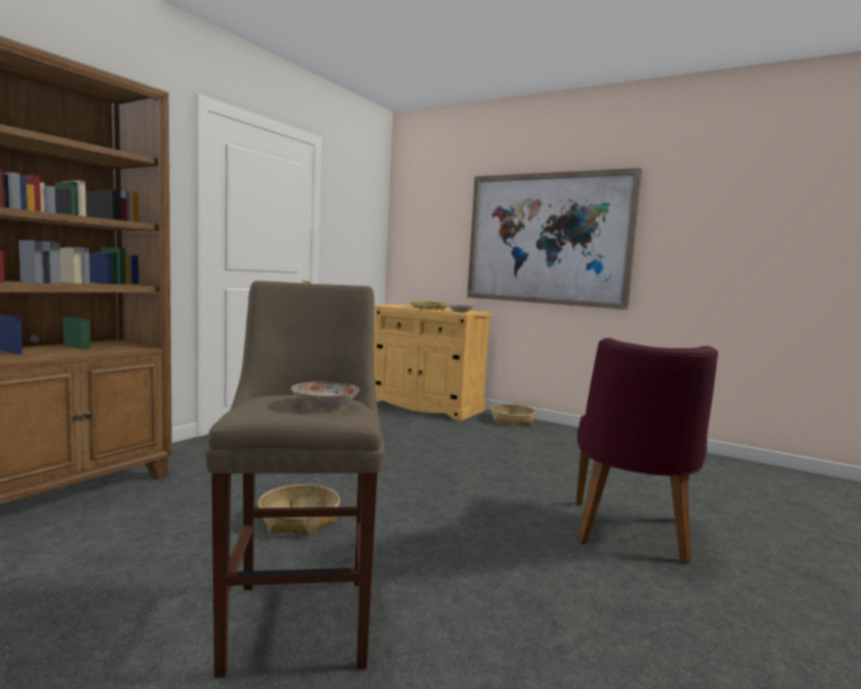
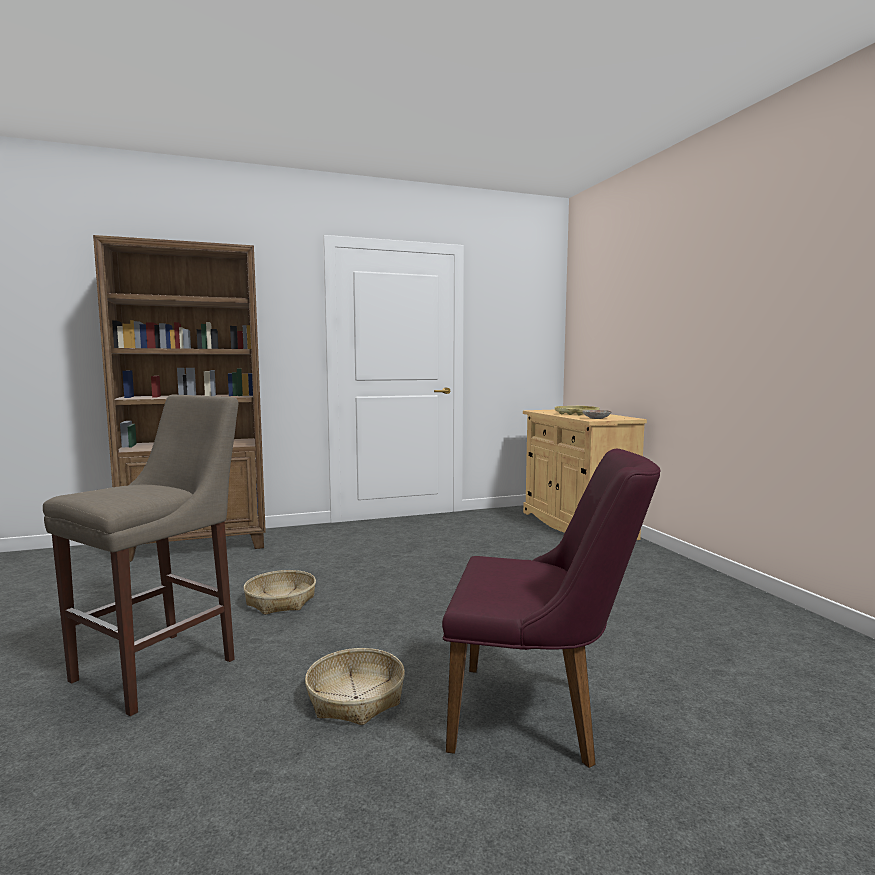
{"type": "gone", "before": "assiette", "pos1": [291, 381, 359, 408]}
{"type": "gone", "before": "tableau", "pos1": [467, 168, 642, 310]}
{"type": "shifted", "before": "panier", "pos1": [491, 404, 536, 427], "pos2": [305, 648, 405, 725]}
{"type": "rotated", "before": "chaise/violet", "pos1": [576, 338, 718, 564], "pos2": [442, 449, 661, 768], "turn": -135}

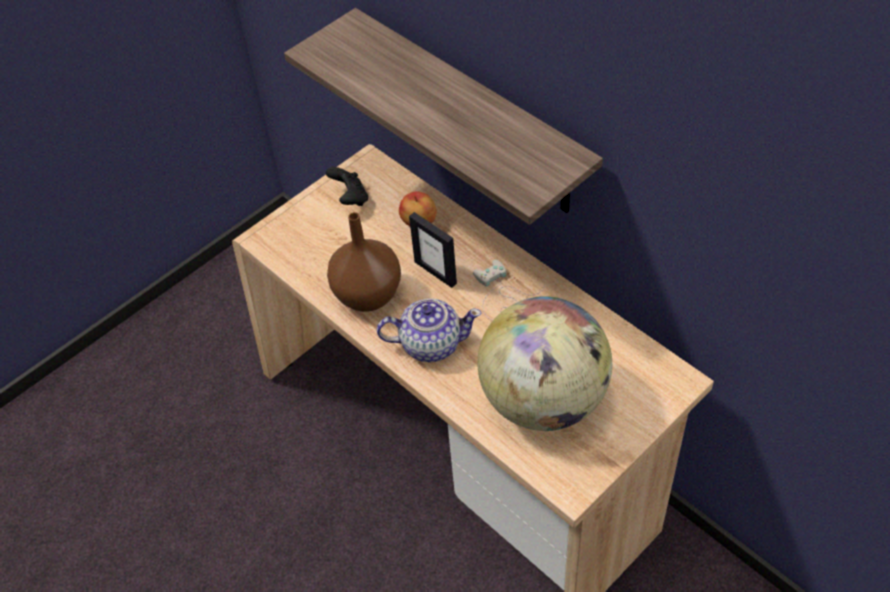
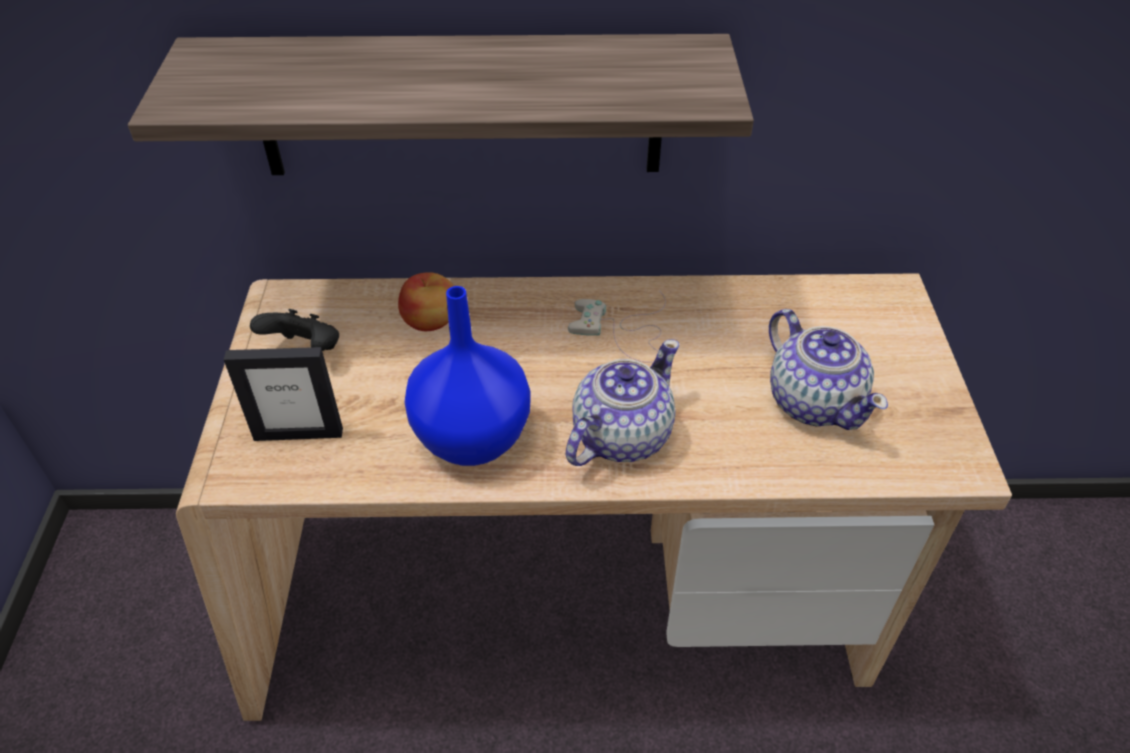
{"type": "shifted", "before": "cadre photo", "pos1": [409, 212, 457, 288], "pos2": [223, 347, 343, 441]}
{"type": "swapped", "before": "globe", "after": "théière", "pos1": [477, 296, 612, 431], "pos2": [769, 309, 888, 430]}
{"type": "repainted", "before": "vase/marron", "after": "vase/bleu", "pos1": [327, 212, 401, 312], "pos2": [405, 286, 530, 466]}

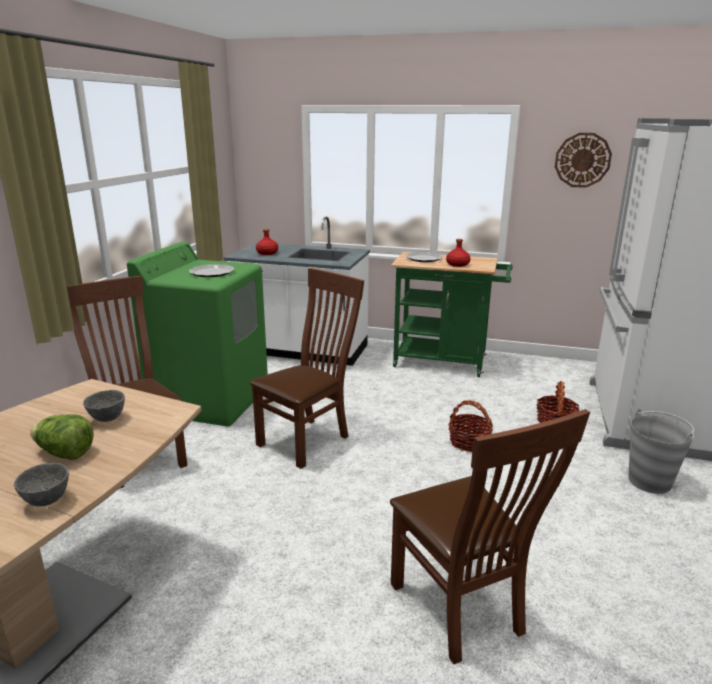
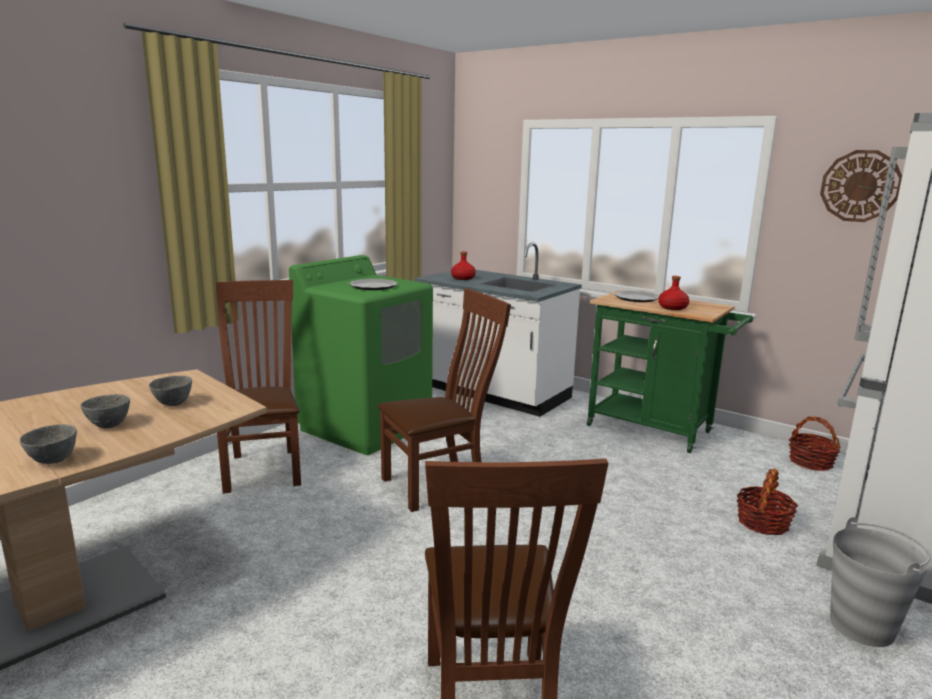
{"type": "shifted", "before": "panier", "pos1": [448, 400, 493, 452], "pos2": [789, 416, 841, 471]}
{"type": "swapped", "before": "laitue", "after": "bol/gris", "pos1": [30, 414, 94, 460], "pos2": [81, 394, 130, 428]}

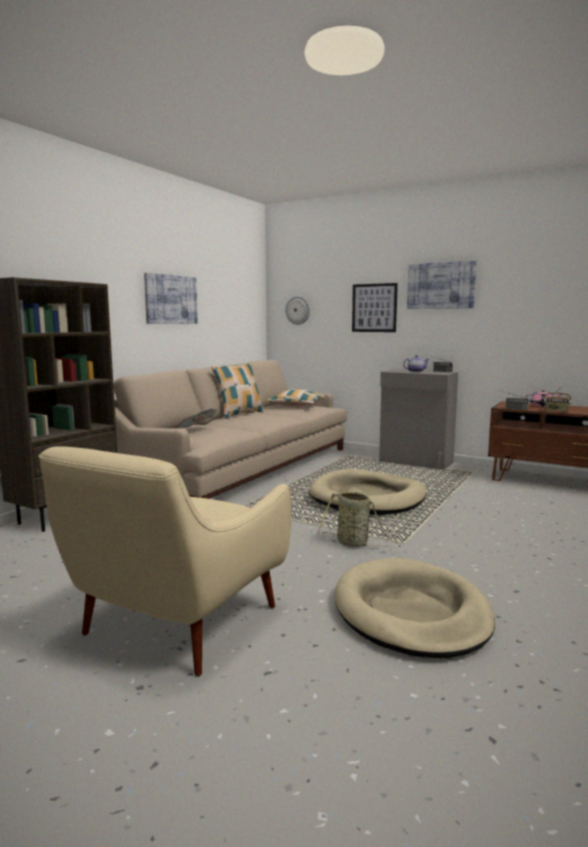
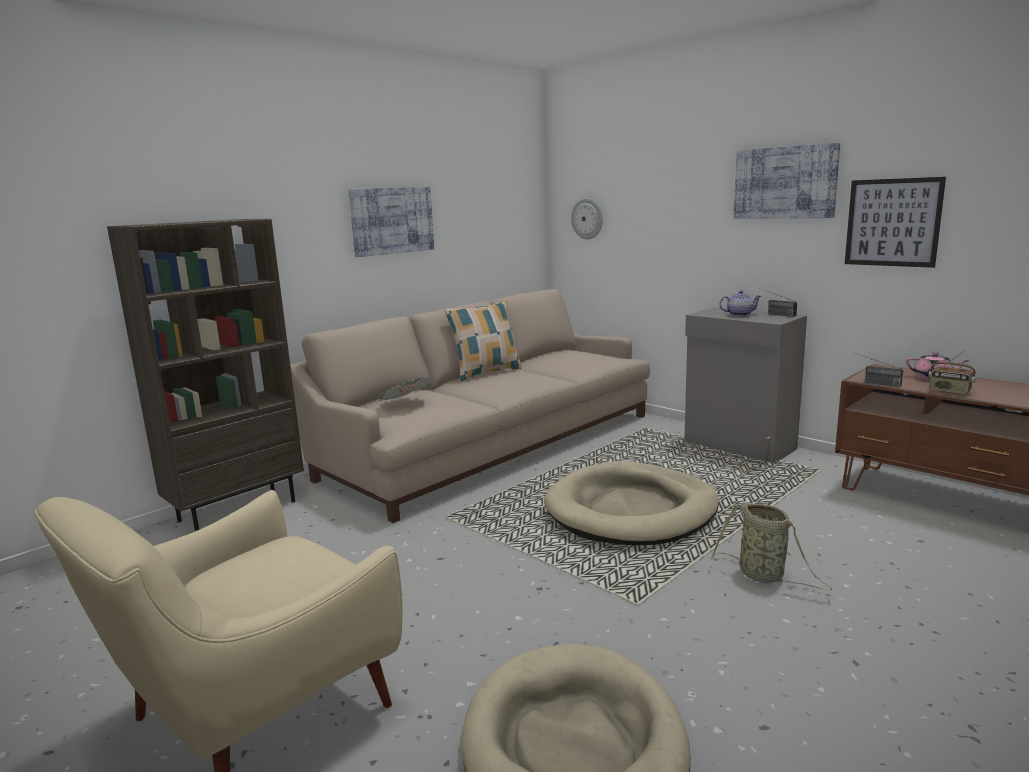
{"type": "gone", "before": "coussin", "pos1": [266, 389, 327, 407]}
{"type": "shifted", "before": "panier", "pos1": [317, 492, 400, 548], "pos2": [711, 503, 833, 590]}
{"type": "shifted", "before": "tableau", "pos1": [352, 283, 398, 332], "pos2": [845, 177, 946, 268]}

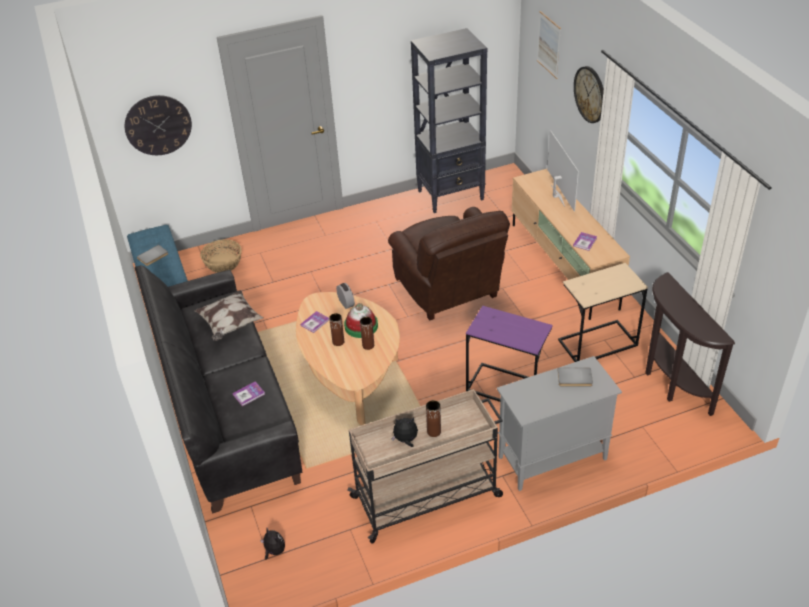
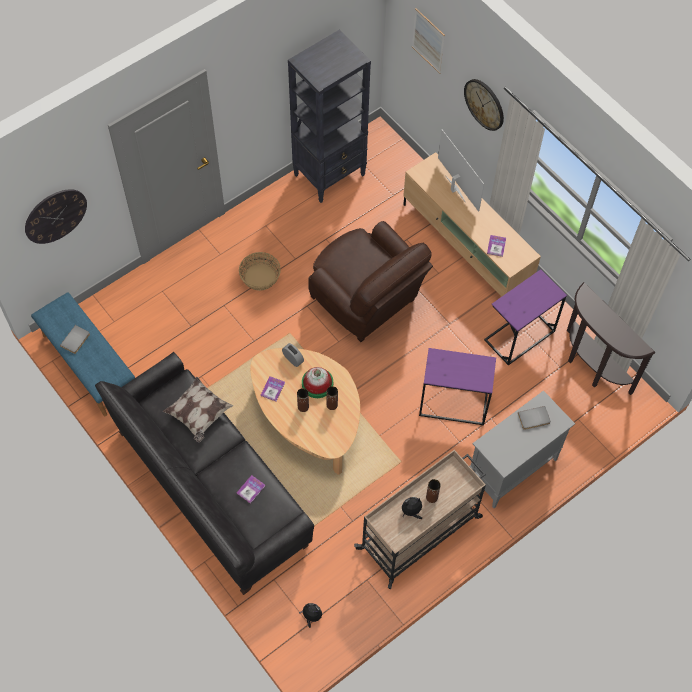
{"type": "shifted", "before": "panier", "pos1": [200, 239, 242, 273], "pos2": [239, 252, 281, 291]}
{"type": "repainted", "before": "table d'appoint/beige", "after": "table d'appoint/violet", "pos1": [558, 263, 648, 362], "pos2": [484, 269, 567, 365]}

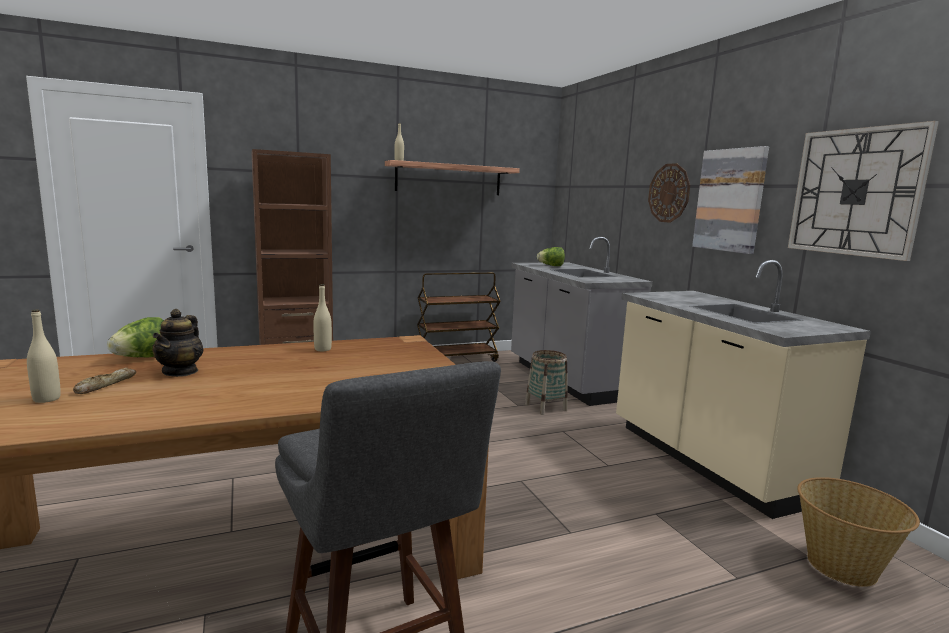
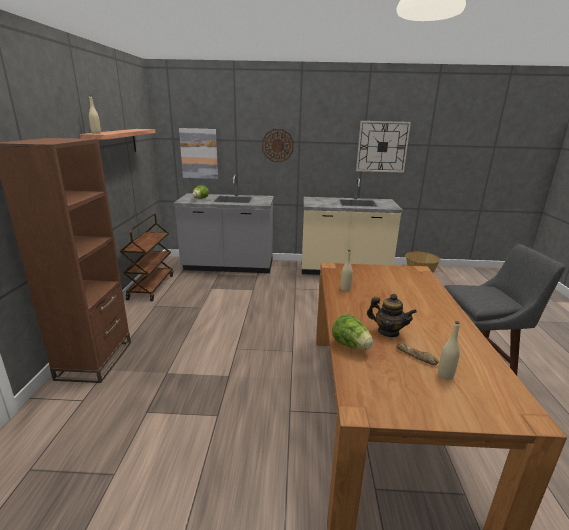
{"type": "gone", "before": "panier", "pos1": [525, 350, 568, 415]}
{"type": "shifted", "before": "tableau", "pos1": [692, 146, 769, 254], "pos2": [179, 128, 218, 179]}

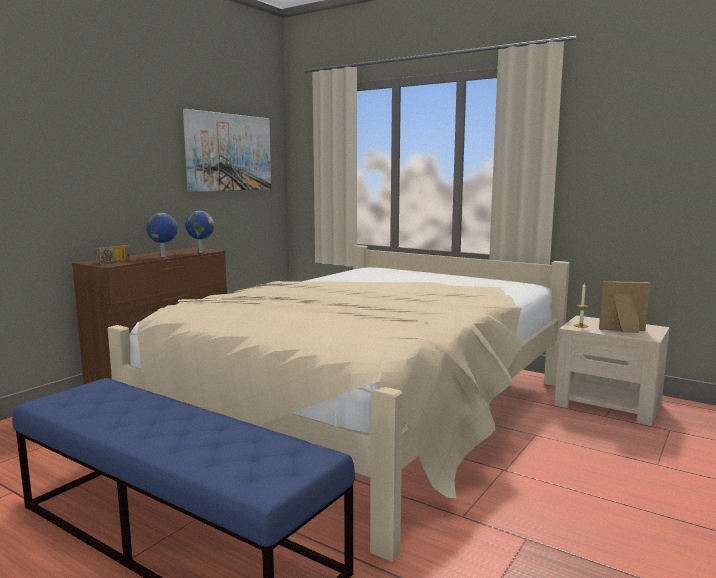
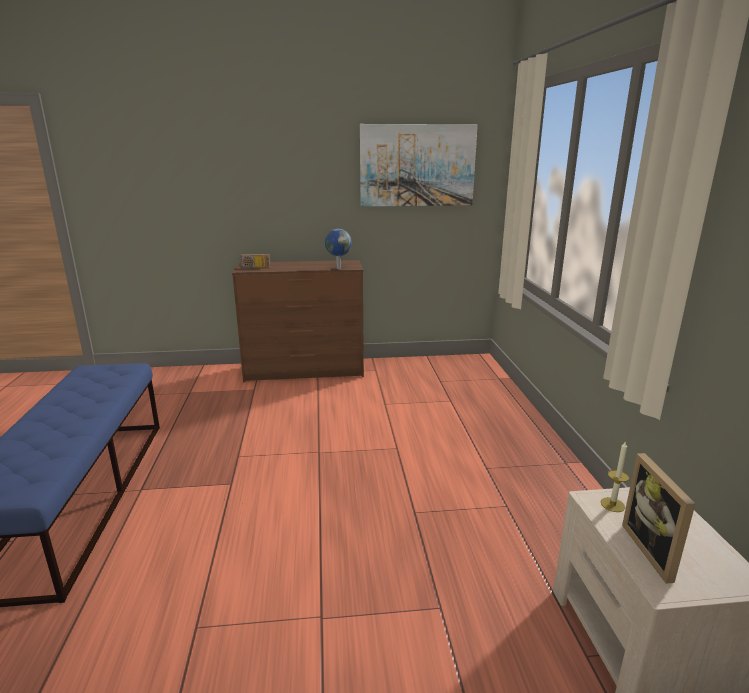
{"type": "gone", "before": "lit/beige", "pos1": [108, 245, 570, 562]}
{"type": "gone", "before": "globe", "pos1": [146, 213, 178, 257]}
{"type": "rotated", "before": "cadre photo", "pos1": [599, 281, 650, 333], "pos2": [622, 453, 696, 584], "turn": -150}

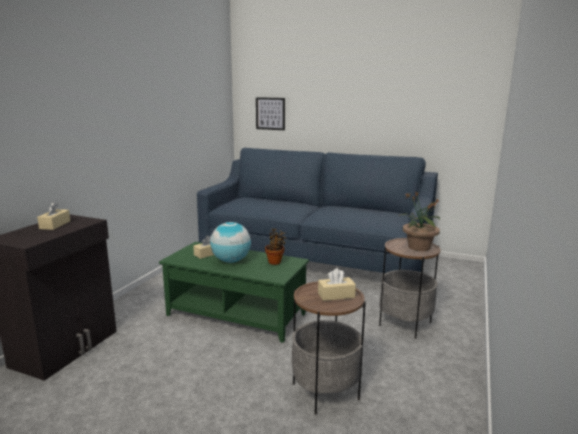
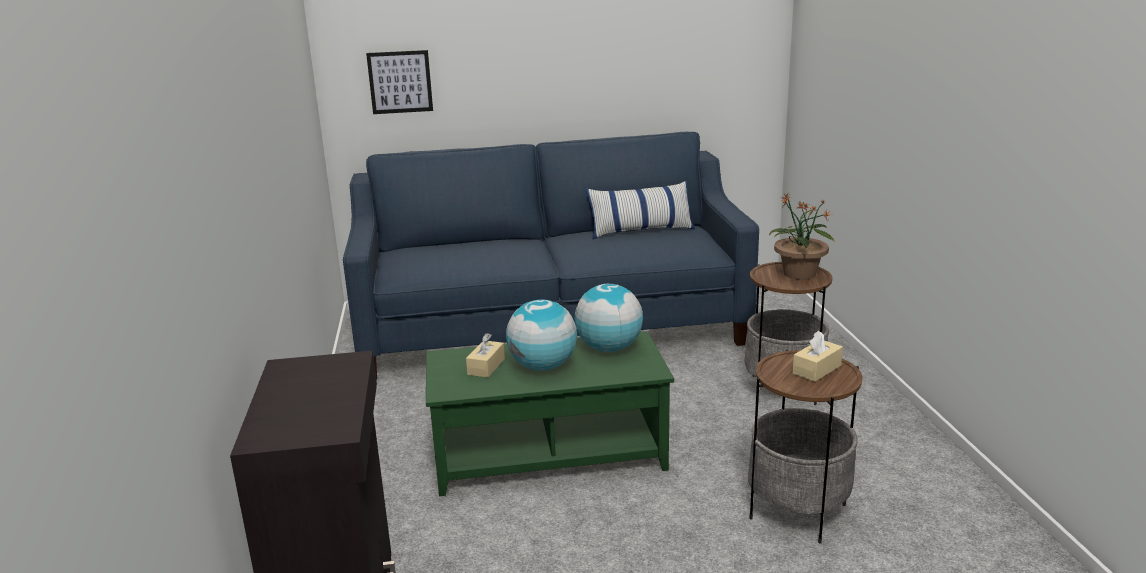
{"type": "gone", "before": "boîte à mouchoirs/beige", "pos1": [37, 201, 70, 230]}
{"type": "new", "after": "coussin", "pos2": [585, 181, 695, 239]}
{"type": "swapped", "before": "plante en pot", "after": "globe", "pos1": [265, 228, 286, 265], "pos2": [575, 284, 643, 352]}

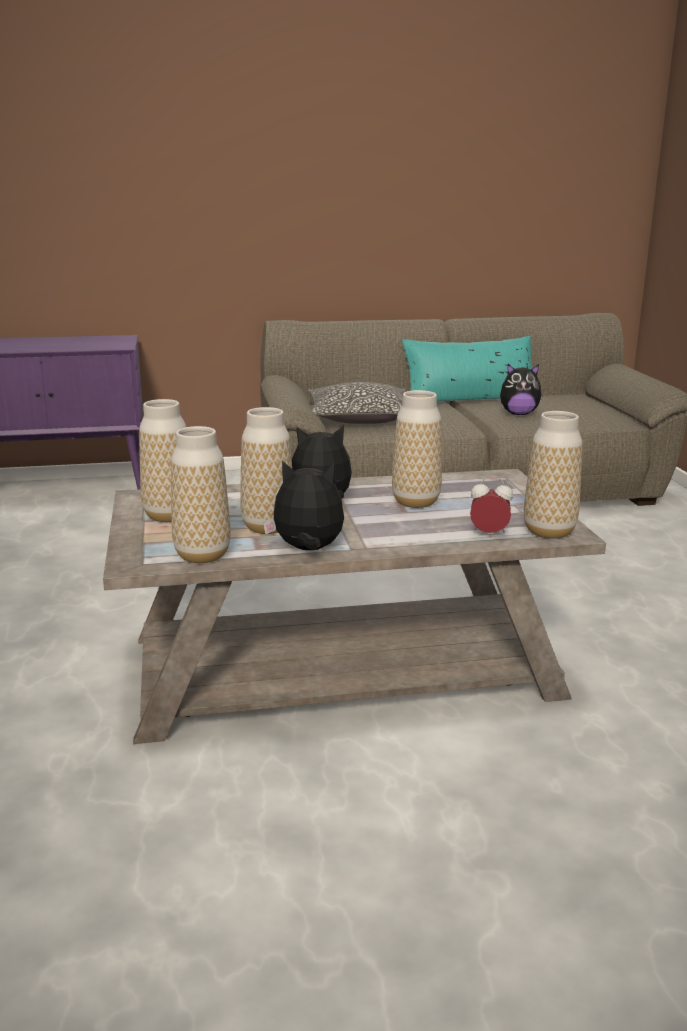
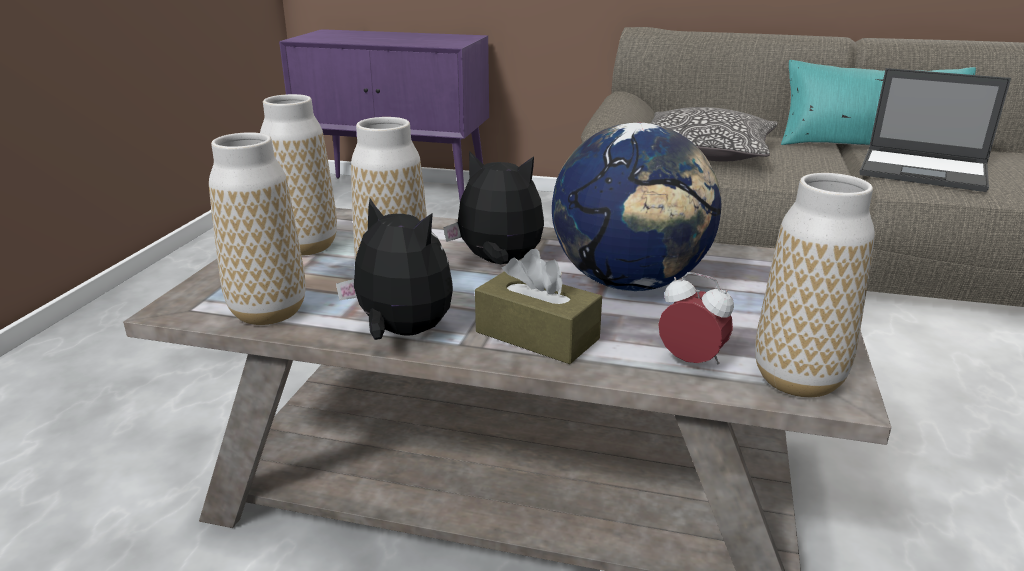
{"type": "new", "after": "boîte à mouchoirs/marron", "pos2": [475, 249, 602, 364]}
{"type": "swapped", "before": "vase", "after": "globe", "pos1": [392, 390, 442, 508], "pos2": [552, 123, 721, 291]}
{"type": "swapped", "before": "peluche", "after": "ordinateur portable", "pos1": [500, 364, 543, 415], "pos2": [859, 68, 1011, 192]}

